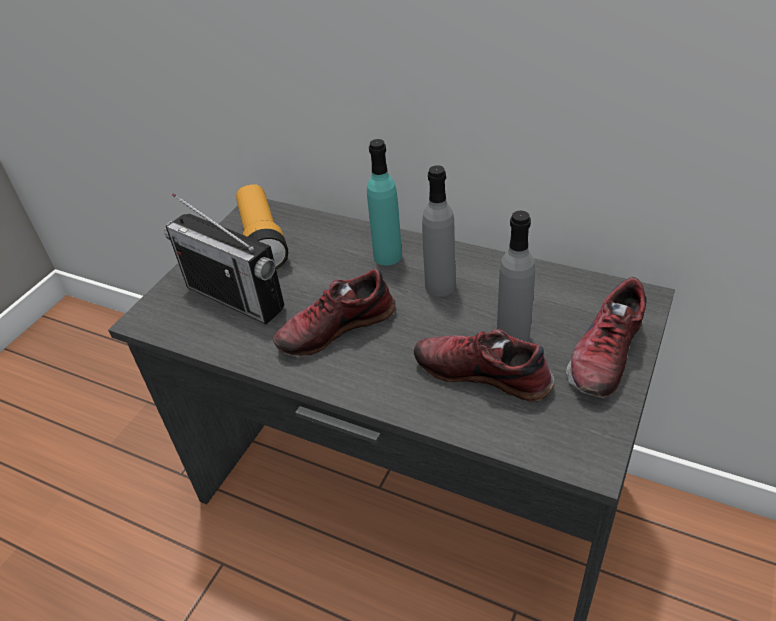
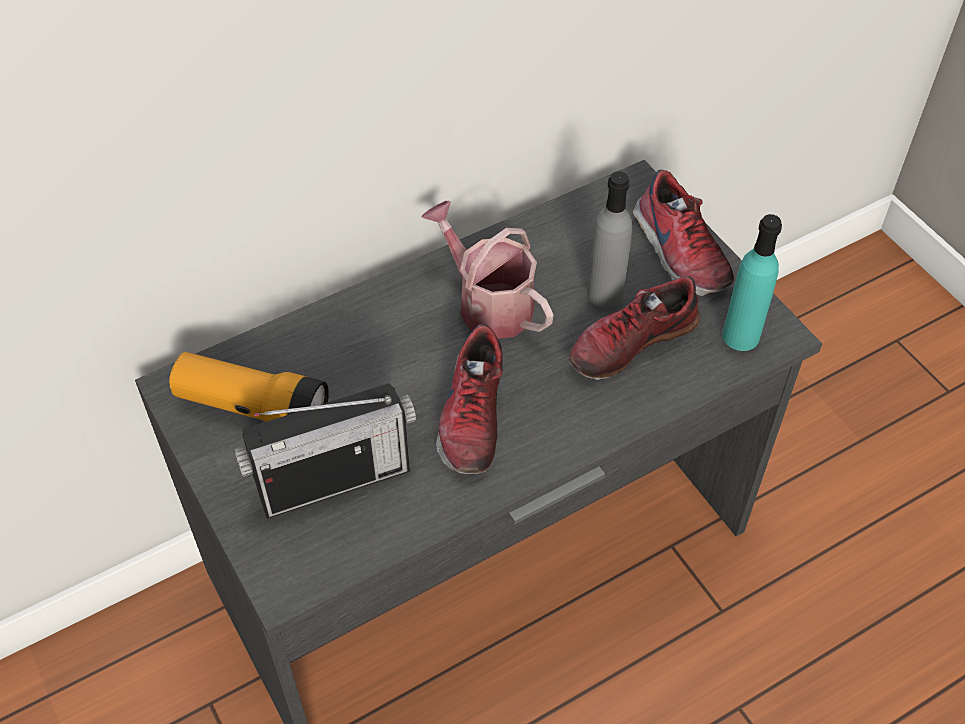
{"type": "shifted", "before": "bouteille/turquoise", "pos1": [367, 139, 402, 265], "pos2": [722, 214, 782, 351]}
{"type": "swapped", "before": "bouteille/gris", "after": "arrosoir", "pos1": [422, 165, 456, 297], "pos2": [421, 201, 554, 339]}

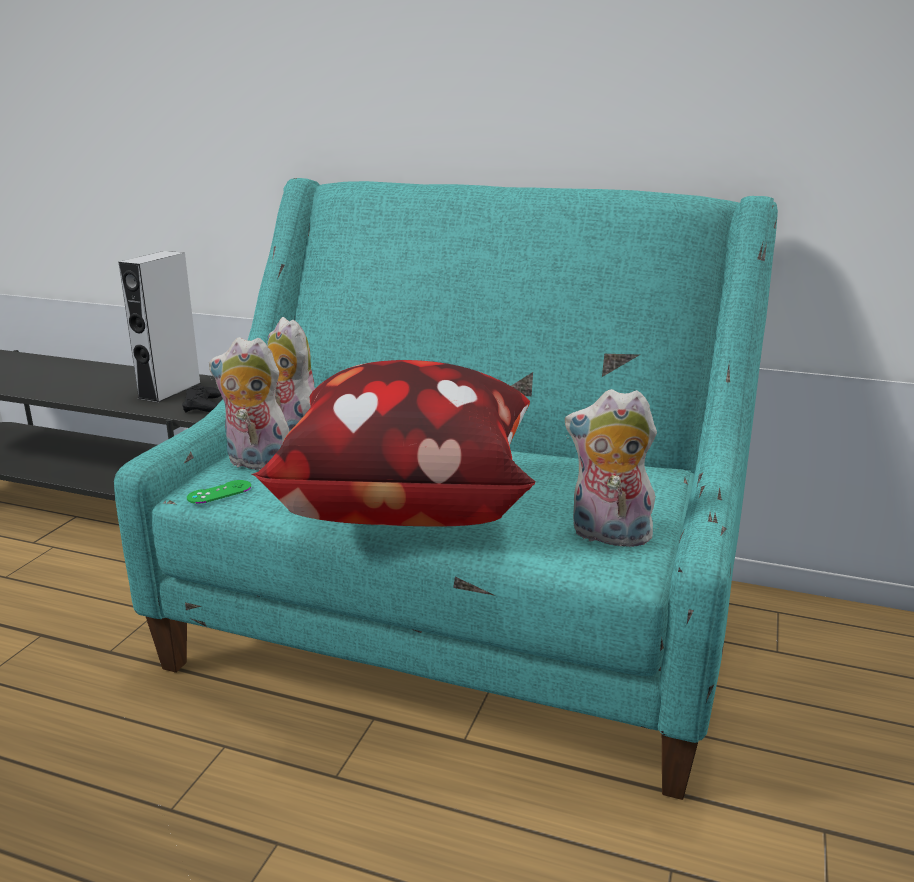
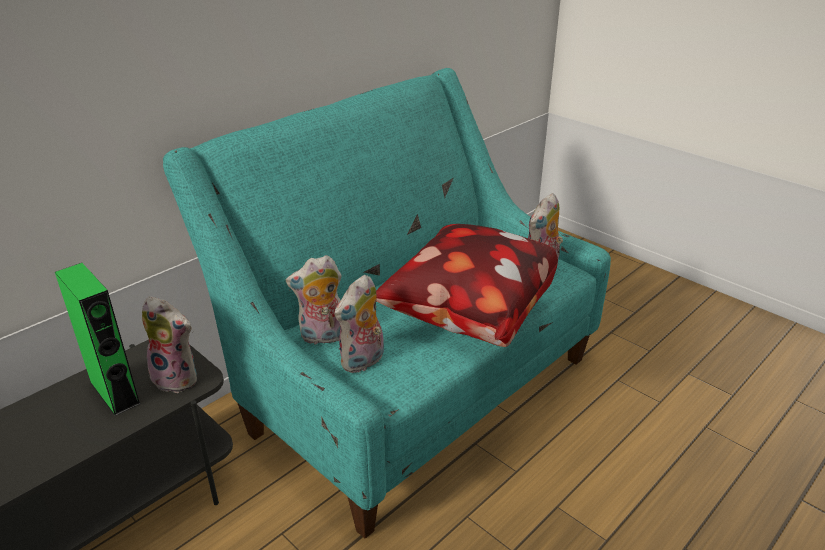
{"type": "gone", "before": "manette/vert", "pos1": [187, 480, 251, 504]}
{"type": "swapped", "before": "manette/noir", "after": "peluche", "pos1": [182, 385, 221, 412], "pos2": [142, 296, 197, 393]}
{"type": "repainted", "before": "enceinte/gris", "after": "enceinte/vert", "pos1": [119, 251, 201, 403], "pos2": [55, 263, 141, 416]}

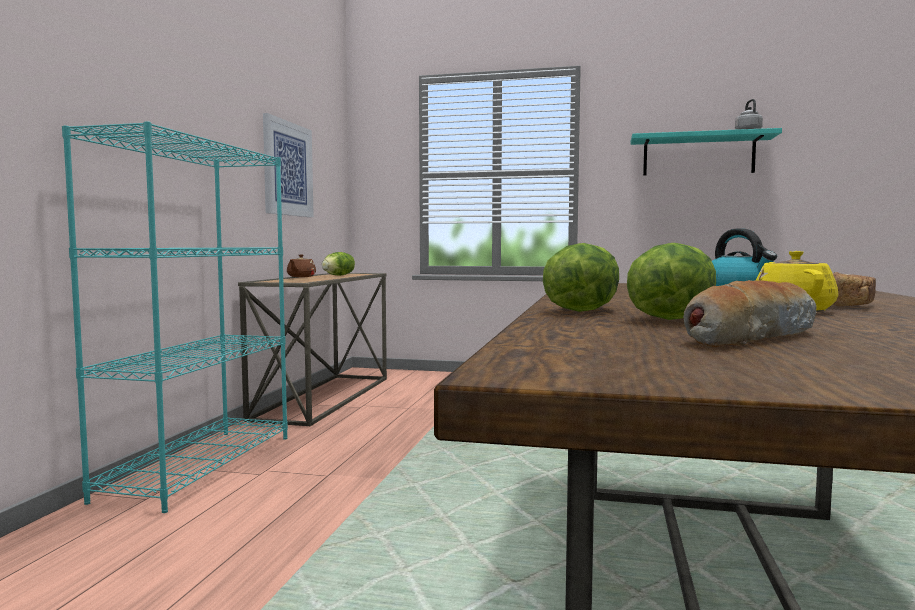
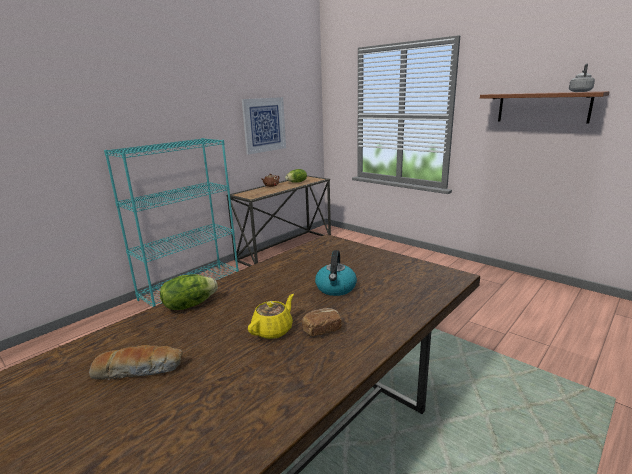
{"type": "gone", "before": "laitue", "pos1": [627, 243, 716, 320]}
{"type": "repainted", "before": "étagère/turquoise", "after": "étagère/marron", "pos1": [631, 128, 782, 175], "pos2": [480, 91, 610, 123]}

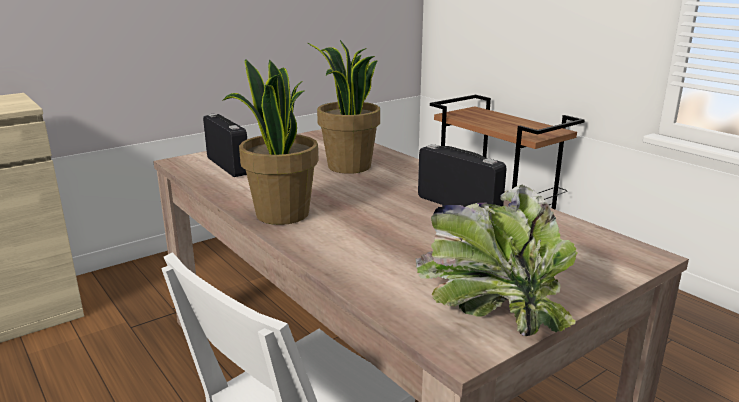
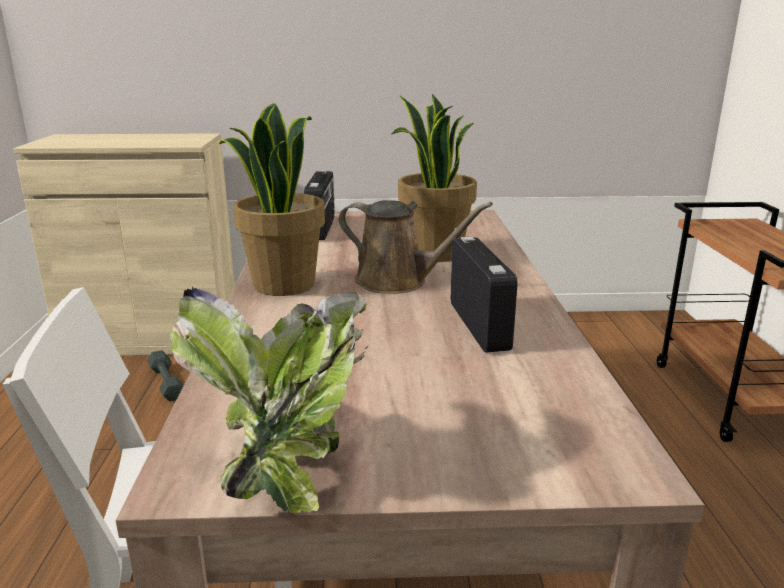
{"type": "new", "after": "haltère/gris", "pos2": [147, 350, 183, 402]}
{"type": "new", "after": "arrosoir/marron", "pos2": [339, 200, 493, 294]}

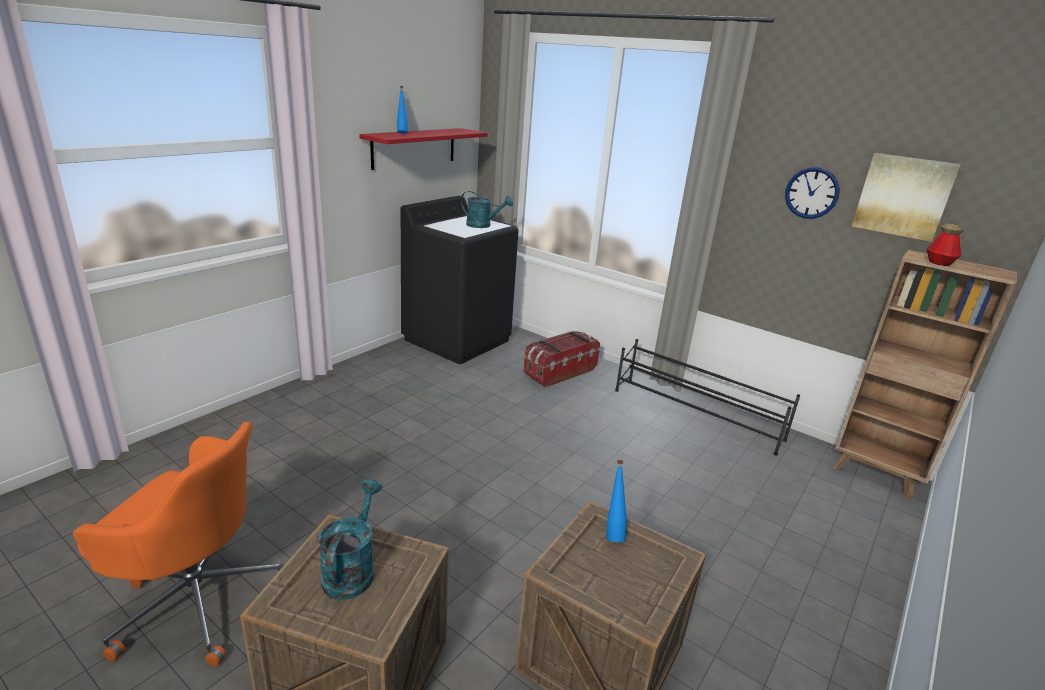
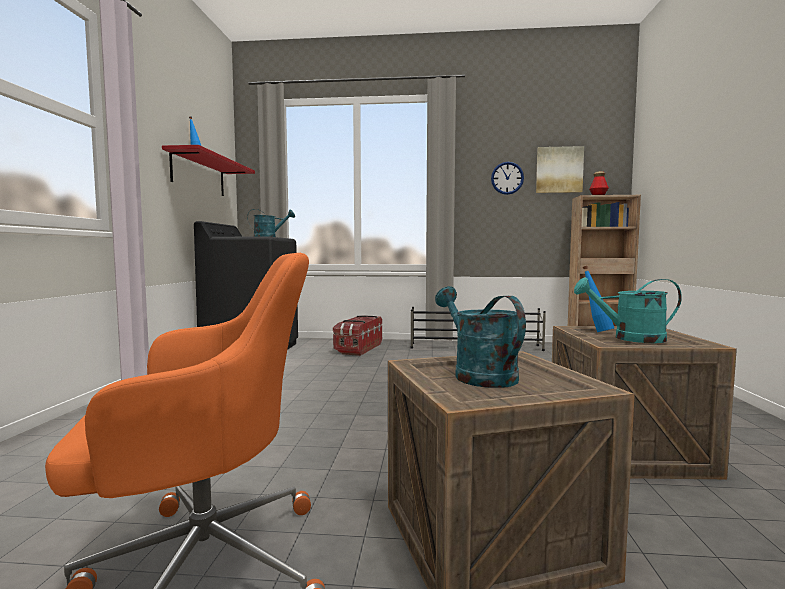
{"type": "new", "after": "arrosoir/turquoise", "pos2": [574, 277, 682, 343]}

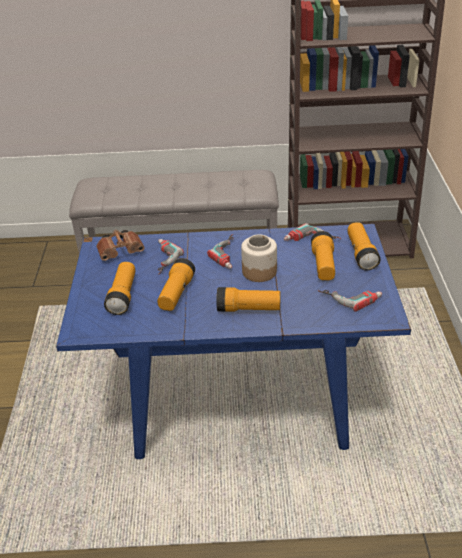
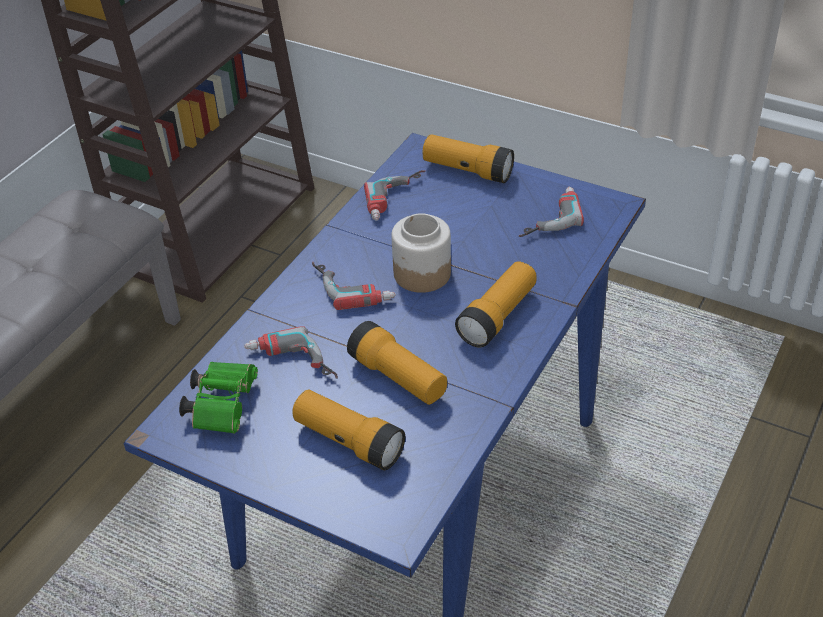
{"type": "gone", "before": "lampe de poche", "pos1": [311, 231, 335, 281]}
{"type": "repainted", "before": "jumelles/marron", "after": "jumelles/vert", "pos1": [96, 230, 145, 261], "pos2": [179, 362, 258, 434]}

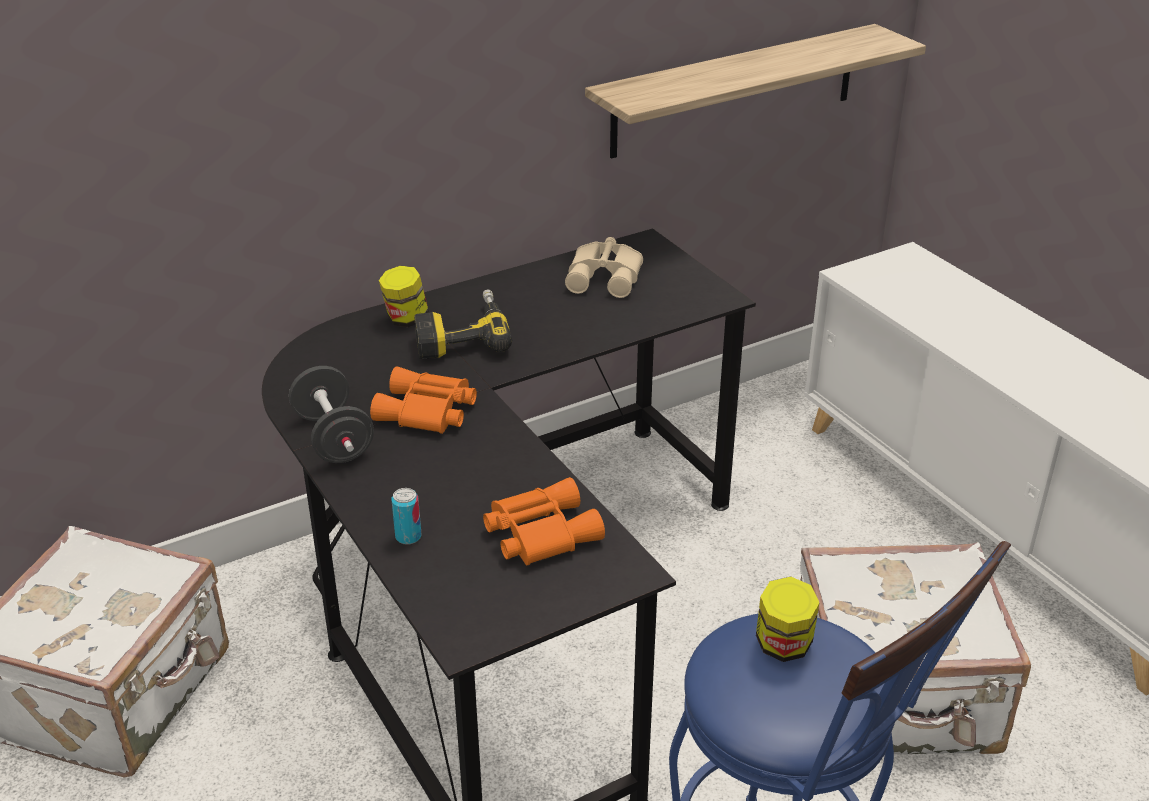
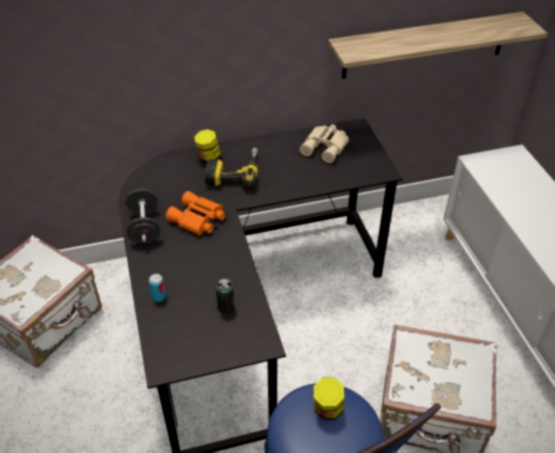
{"type": "swapped", "before": "jumelles/orange", "after": "boîte métallique", "pos1": [483, 477, 605, 565], "pos2": [216, 279, 235, 315]}

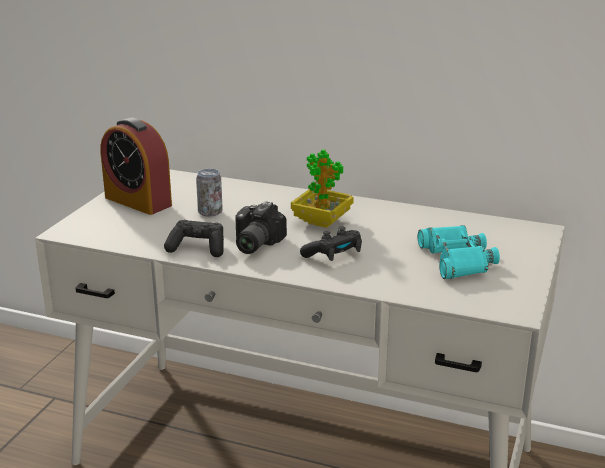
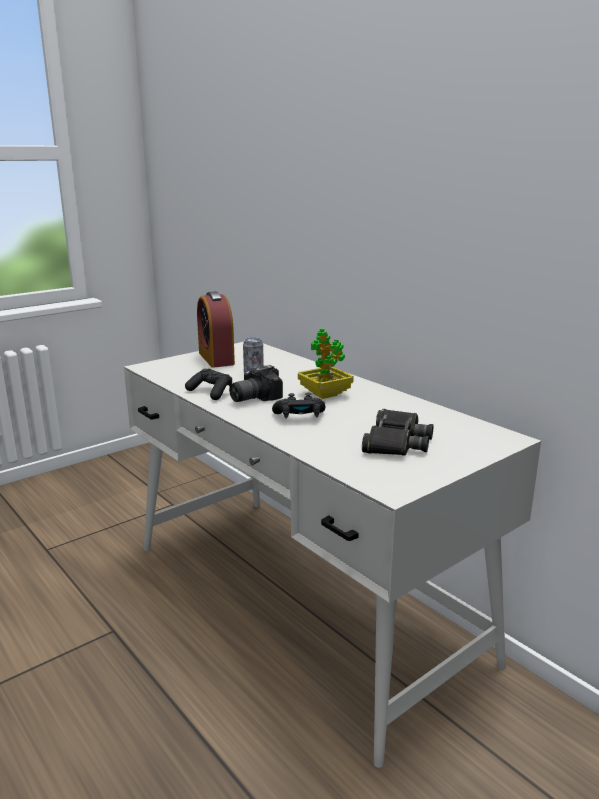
{"type": "repainted", "before": "jumelles/turquoise", "after": "jumelles/noir", "pos1": [418, 225, 500, 279], "pos2": [362, 409, 433, 455]}

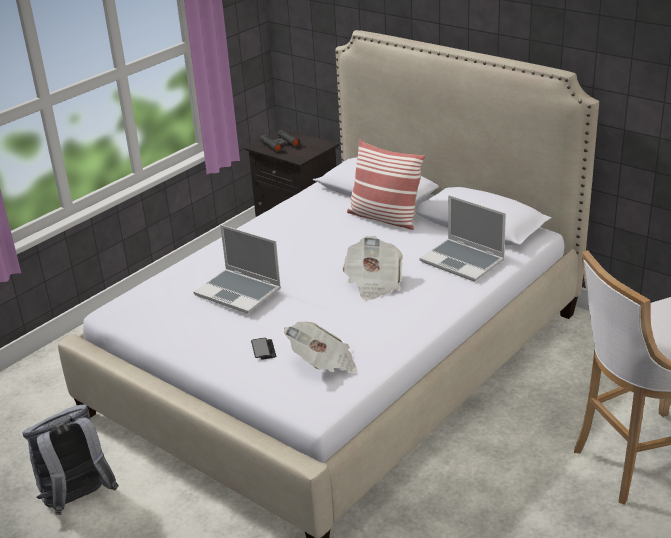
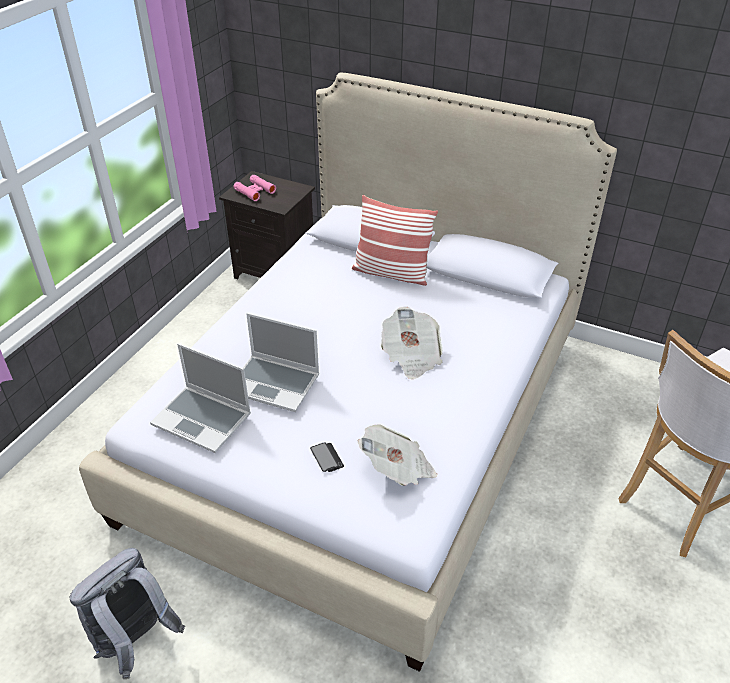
{"type": "shifted", "before": "ordinateur portable", "pos1": [419, 195, 506, 282], "pos2": [150, 343, 251, 453]}
{"type": "repainted", "before": "jumelles/noir", "after": "jumelles/rose", "pos1": [260, 130, 300, 153], "pos2": [233, 175, 276, 201]}

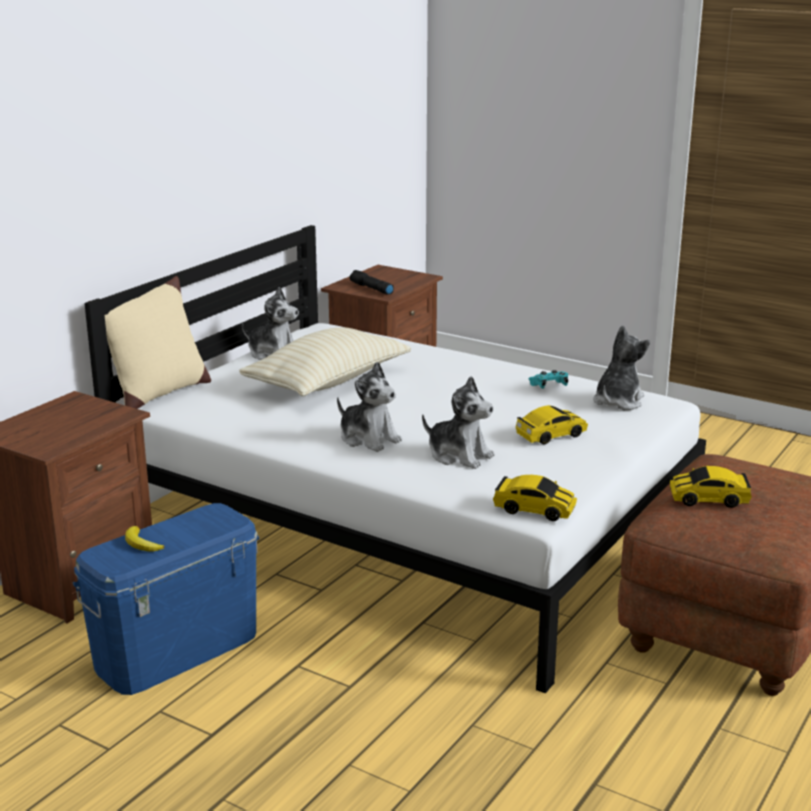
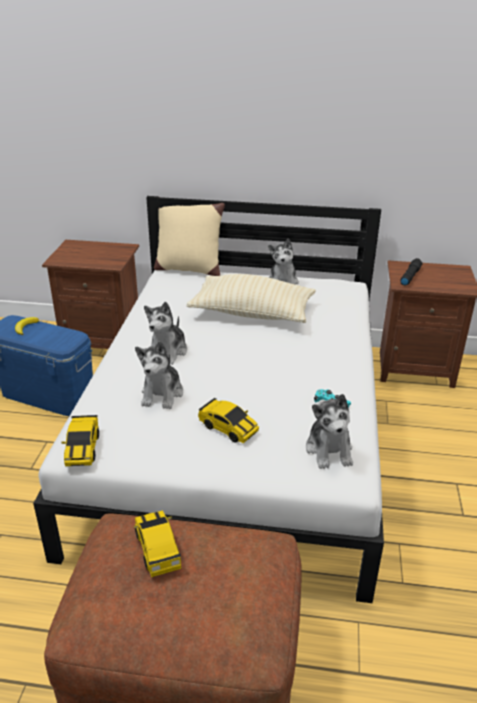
{"type": "rotated", "before": "peluche", "pos1": [593, 325, 650, 410], "pos2": [306, 394, 353, 469], "turn": 75}

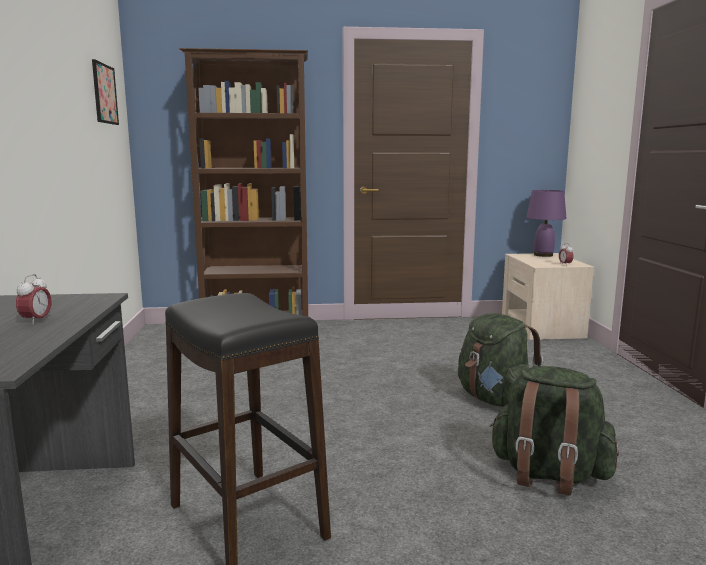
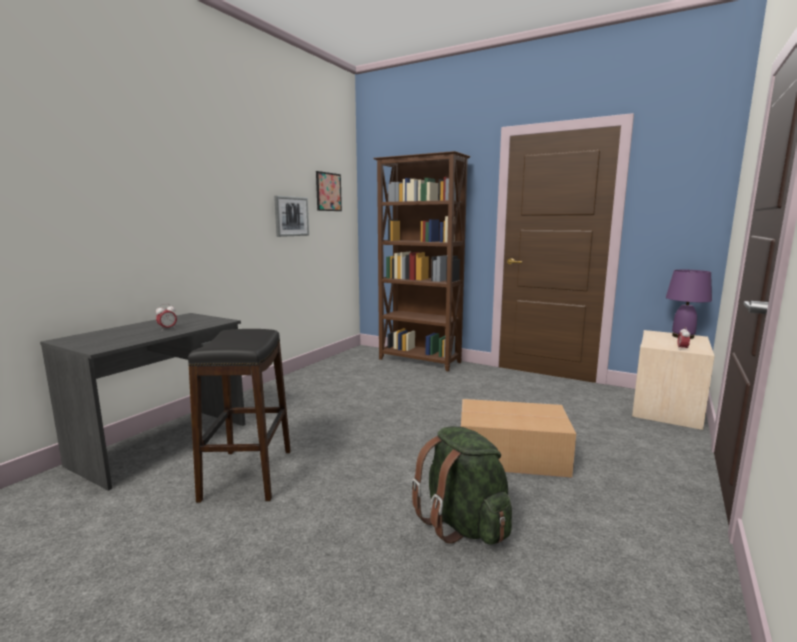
{"type": "new", "after": "tableau", "pos2": [274, 196, 309, 237]}
{"type": "swapped", "before": "sac à dos/vert", "after": "carton", "pos1": [458, 313, 543, 407], "pos2": [461, 399, 576, 478]}

